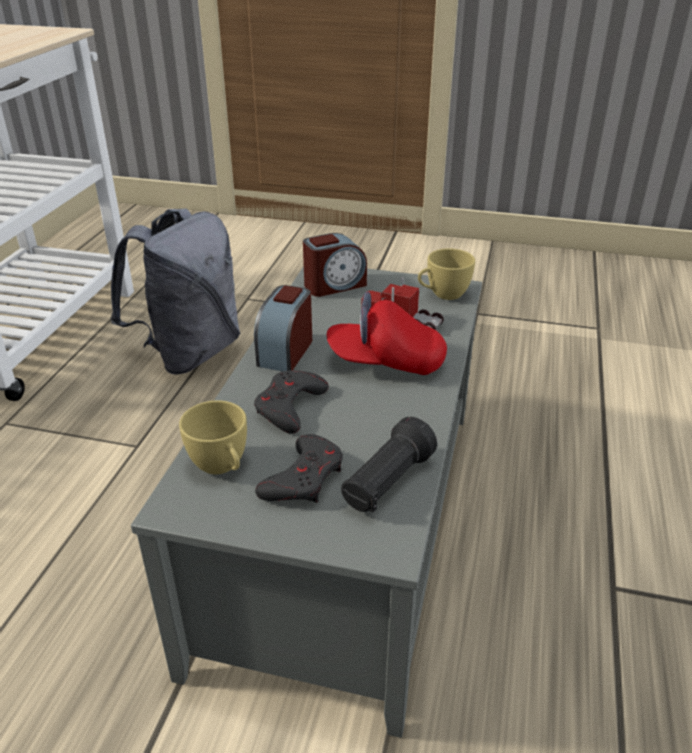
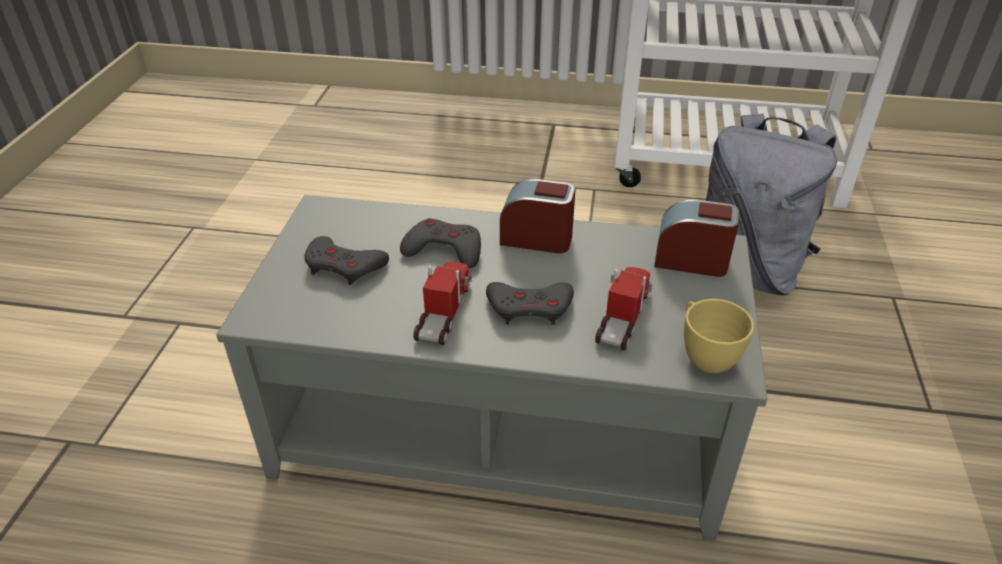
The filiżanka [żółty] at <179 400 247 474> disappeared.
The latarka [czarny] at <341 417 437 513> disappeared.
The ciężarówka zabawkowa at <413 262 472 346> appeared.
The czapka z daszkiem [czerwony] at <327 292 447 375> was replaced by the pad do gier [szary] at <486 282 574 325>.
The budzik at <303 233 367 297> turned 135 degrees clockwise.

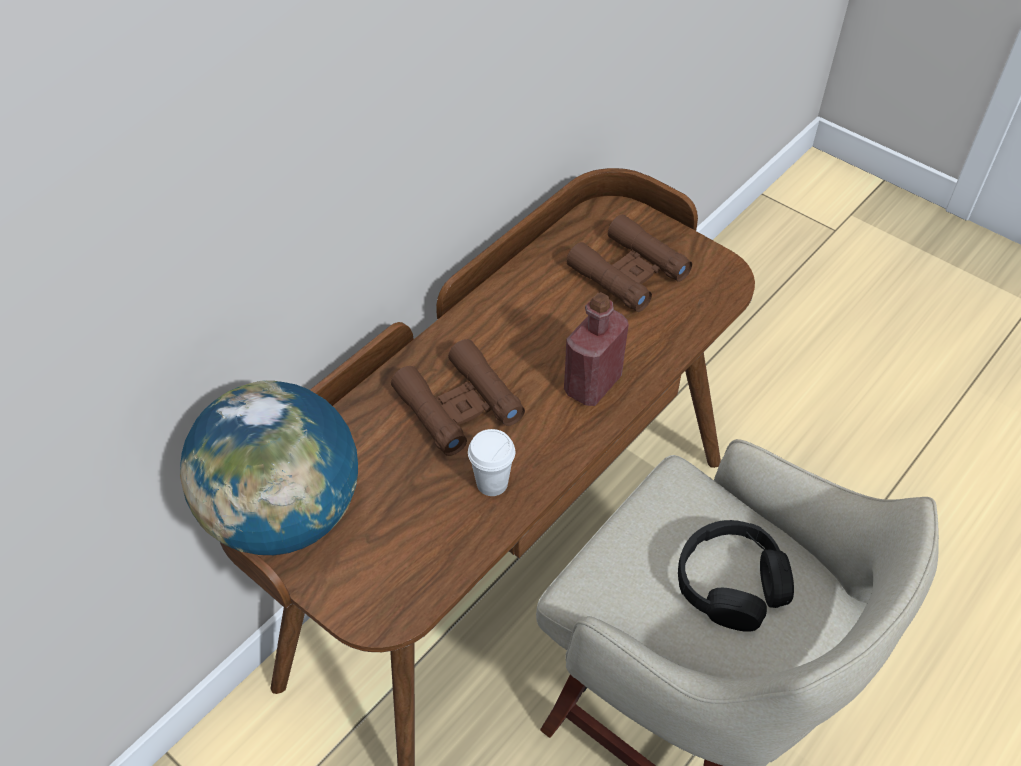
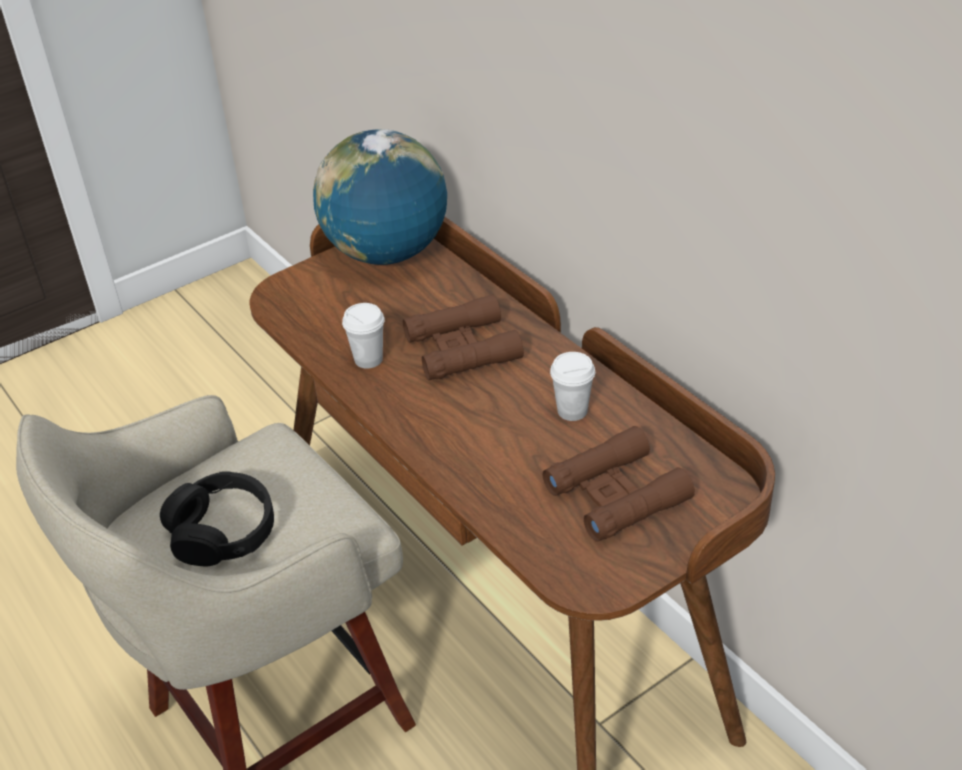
The butelka [czerwony] at <564 292 629 406> disappeared.
The filiżanka [biały] at <550 352 595 421> appeared.

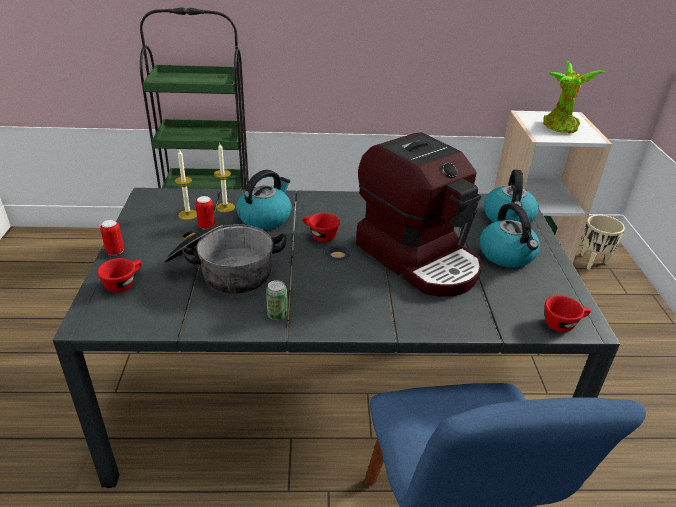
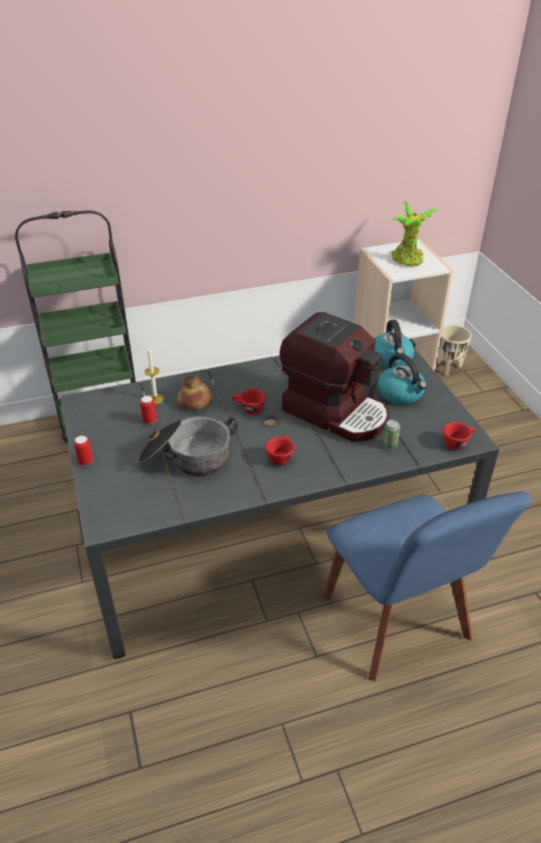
The świeca at <175 148 197 220> disappeared.
The filiżanka [czerwony] moved from <97 258 142 293> to <266 435 295 465>.
The puszka moved from <266 280 287 320> to <382 420 400 449>.
The czajnik at <236 170 292 229> was replaced by the chleb at <178 375 212 409>.

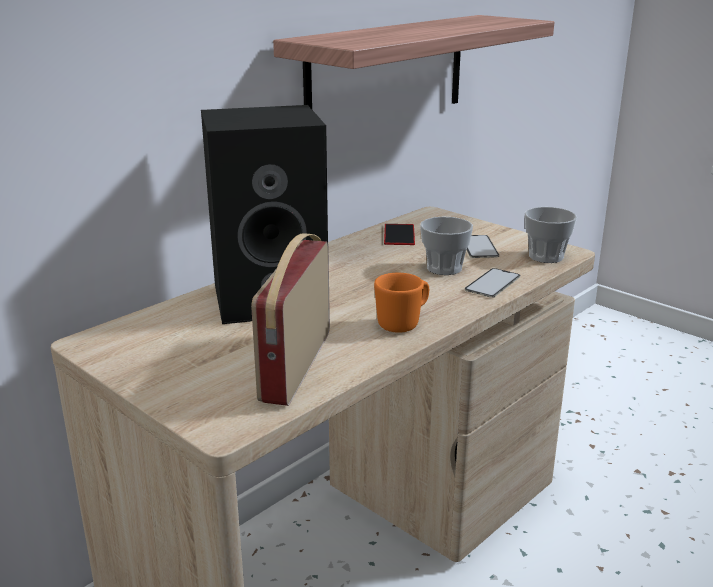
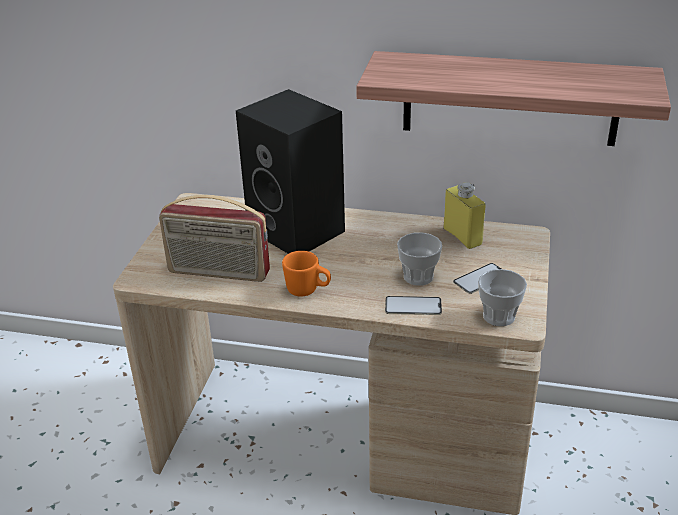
The telefon at <384 224 415 245> was replaced by the butelka [żółty] at <444 182 485 249>.
The radio at <251 233 330 406> turned 150 degrees counterclockwise.

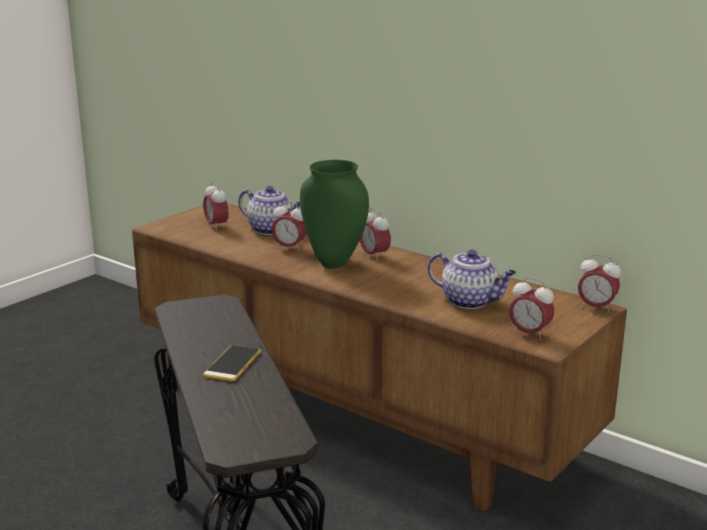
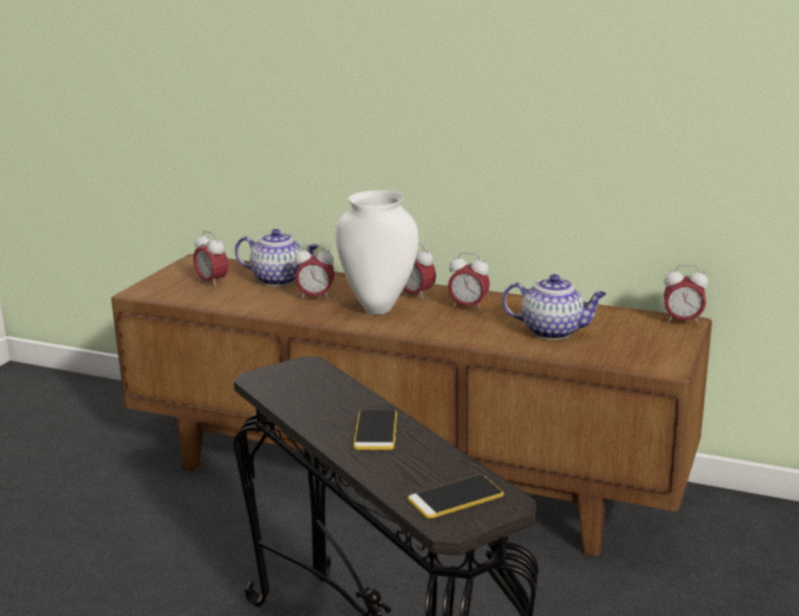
The telefon at <407 475 504 519> appeared.
The budzik moved from <509 277 554 340> to <448 252 490 312>.
The wazon [zielony] at <300 160 369 269> became the wazon [biały] at <336 190 419 315>.

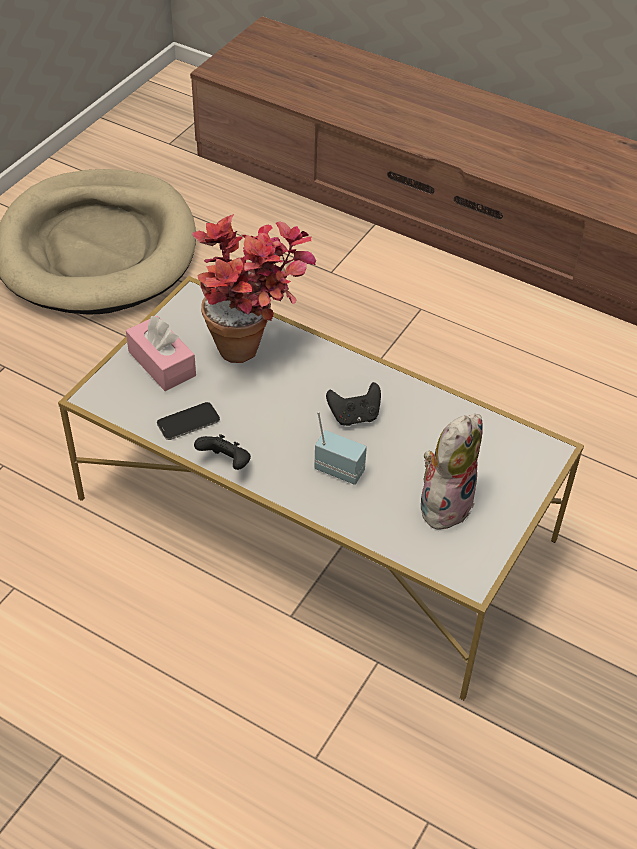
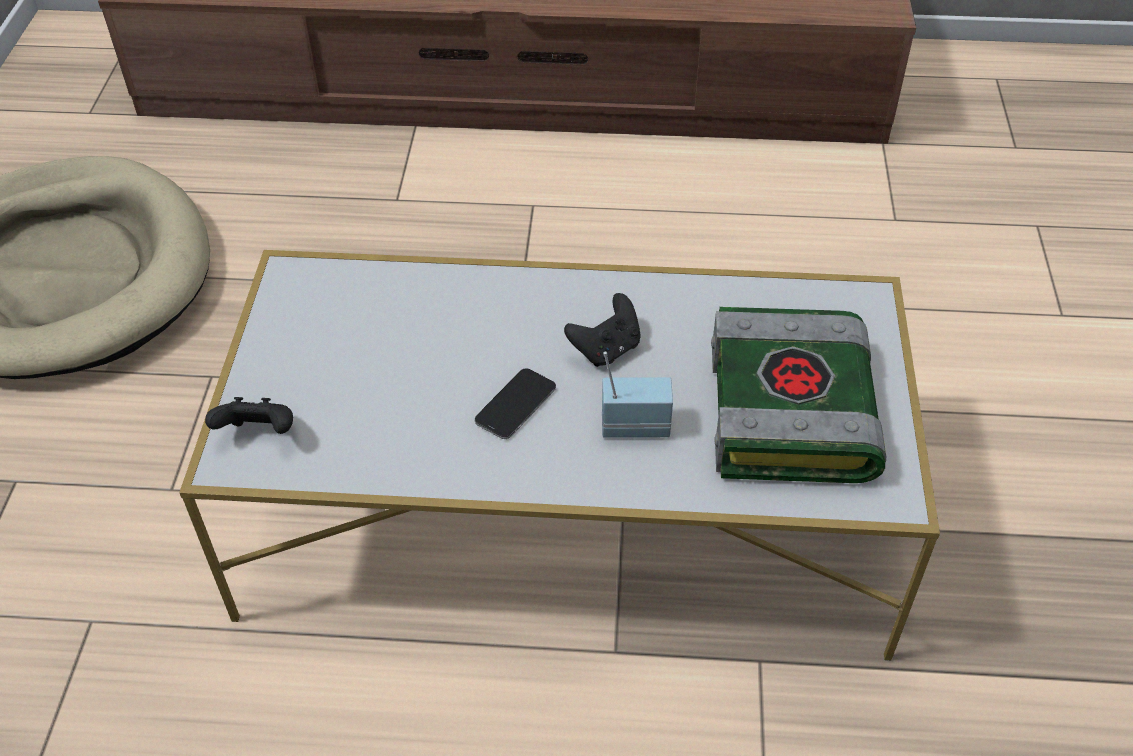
The pudełko chusteczek [różowy] at <126 316 196 391> disappeared.
The roślina doniczkowa at <192 214 316 363> disappeared.
The telefon moved from <157 402 220 440> to <475 368 556 439>.
The pad do gier [czarny] moved from <194 434 251 470> to <205 397 293 434>.
The pluszak at <421 414 483 530> was replaced by the książka at <711 307 886 483>.

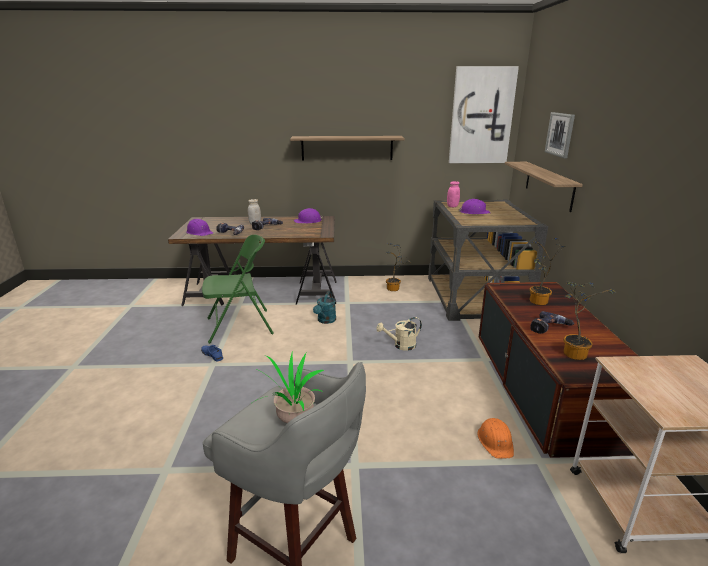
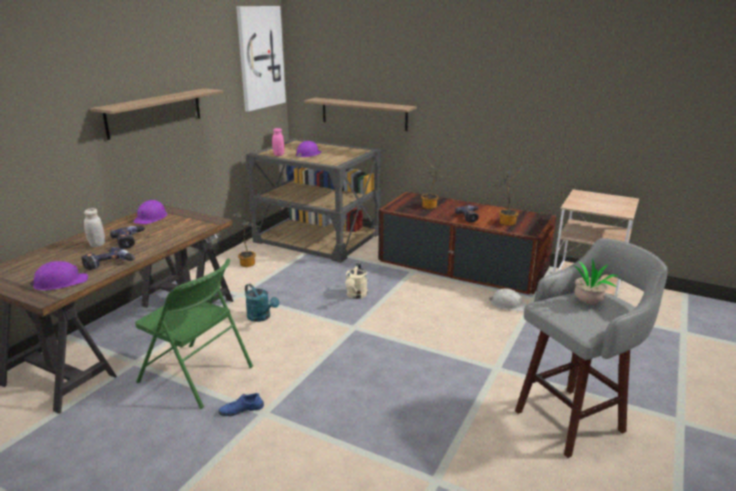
The obraz at <545 112 575 158> disappeared.
The kask [pomarańczowy] at <478 418 514 459> became the kask [biały] at <489 289 527 311>.
The krzesło [zielony] at <202 235 274 344> turned 105 degrees clockwise.

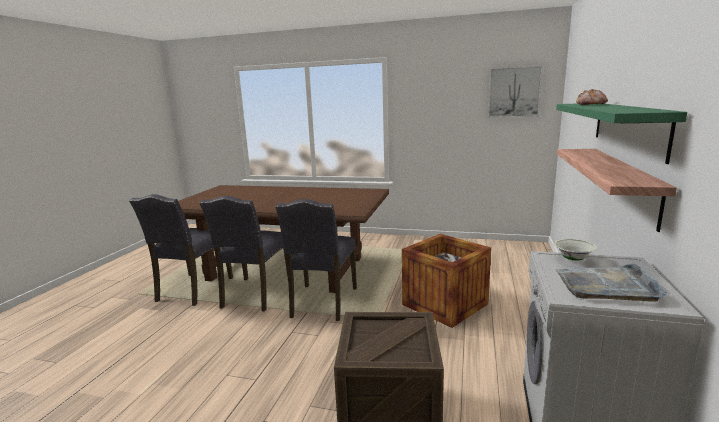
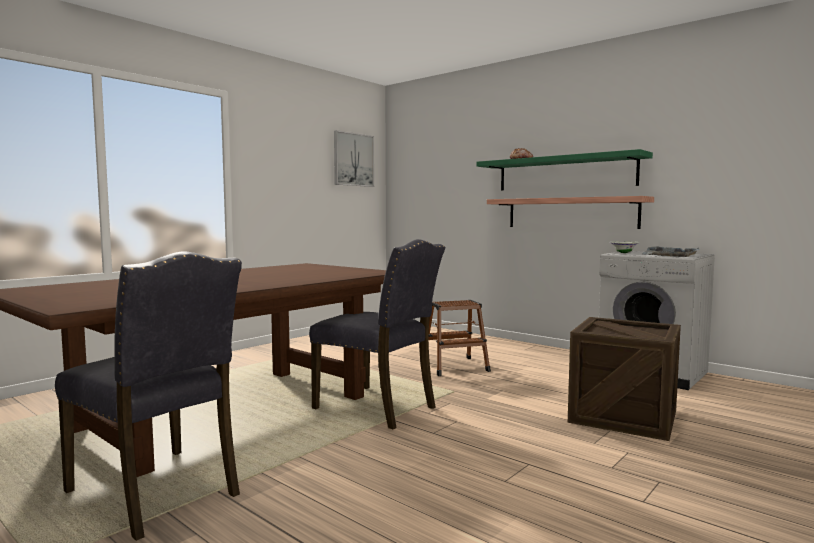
The krzesło [szary] at <199 196 288 311> disappeared.
The skrzynka at <402 234 491 328> was replaced by the drabinka [brązowy] at <429 300 491 376>.

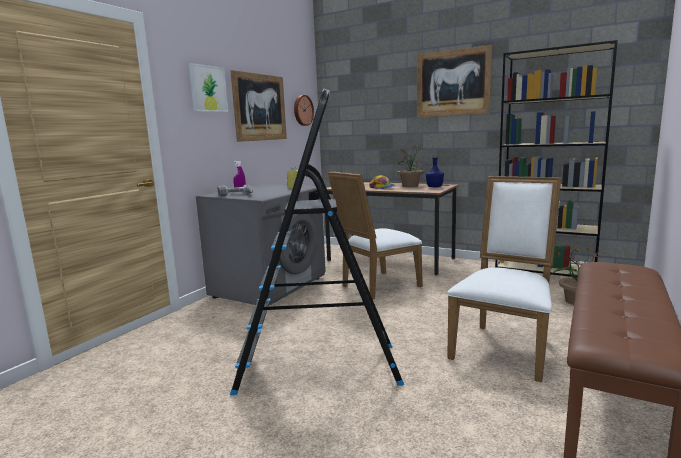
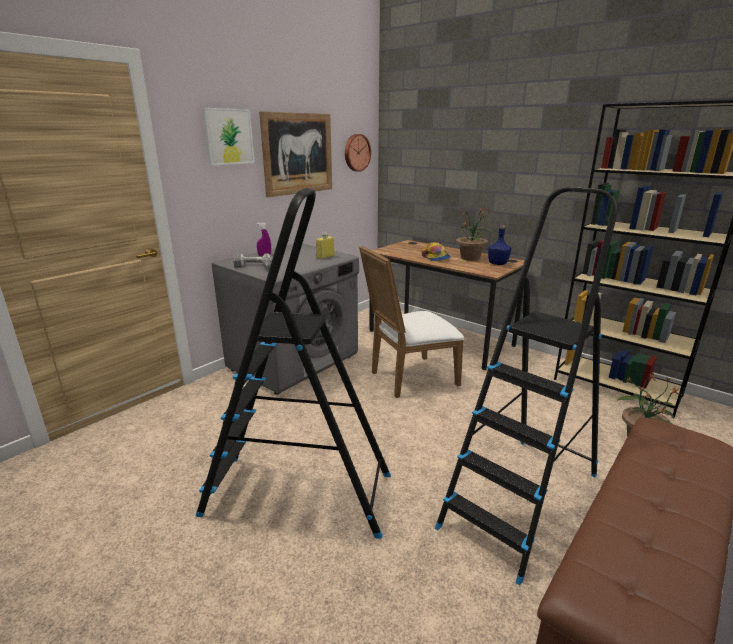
The obraz at <417 45 492 118> disappeared.
The krzesło [biały] at <447 176 561 383> was replaced by the drabinka [czarny] at <435 187 618 585>.

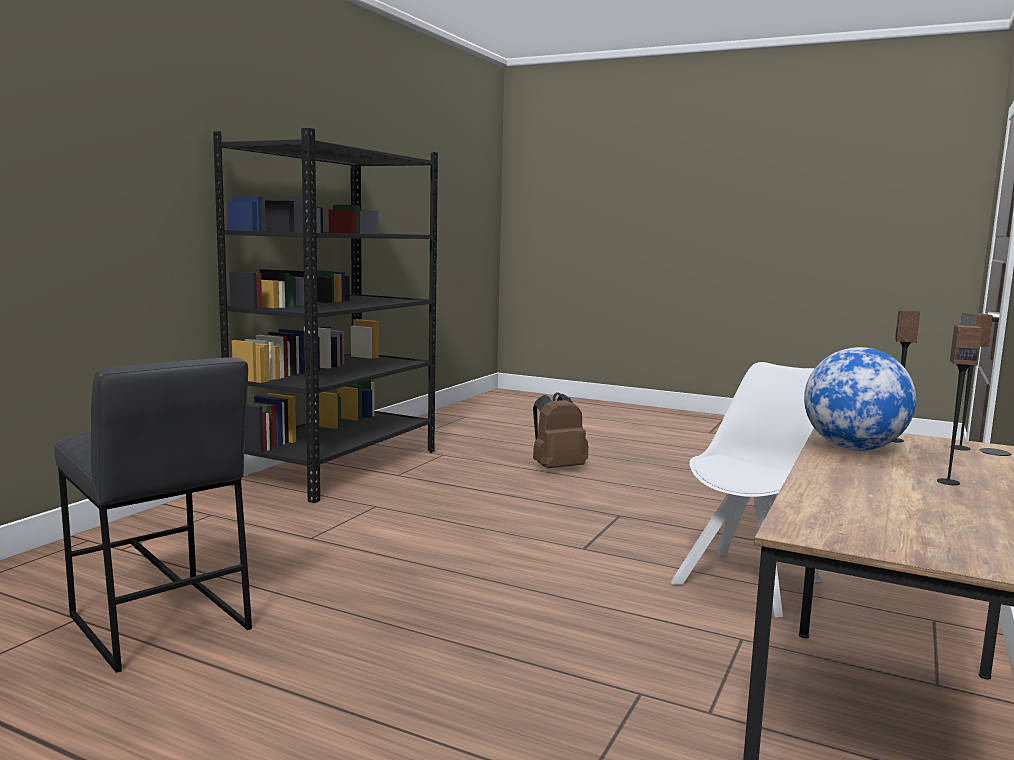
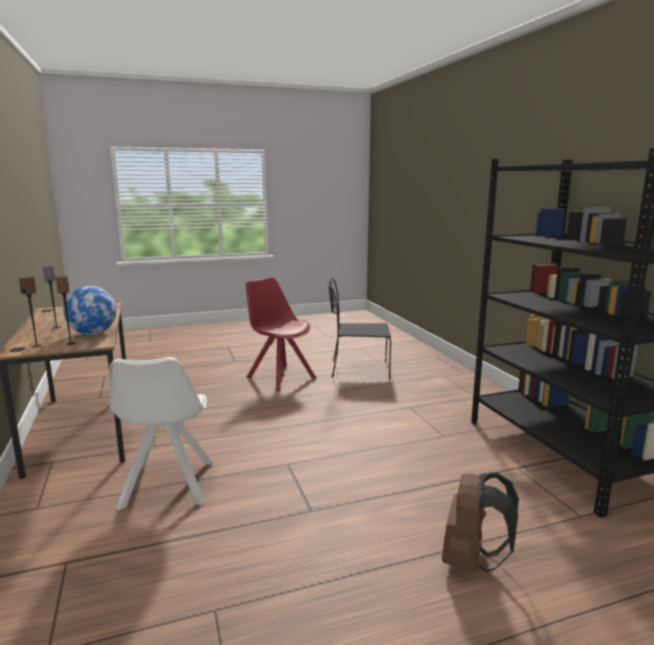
The krzesło [czerwony] at <246 277 317 391> appeared.
The stołek [szary] at <54 357 252 673> was replaced by the krzesło [czarny] at <328 278 391 380>.

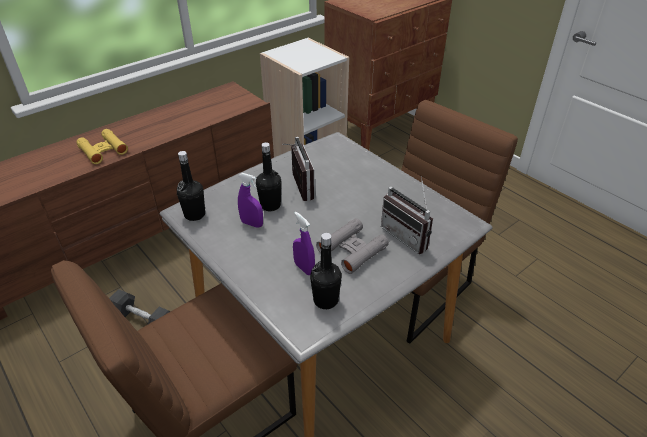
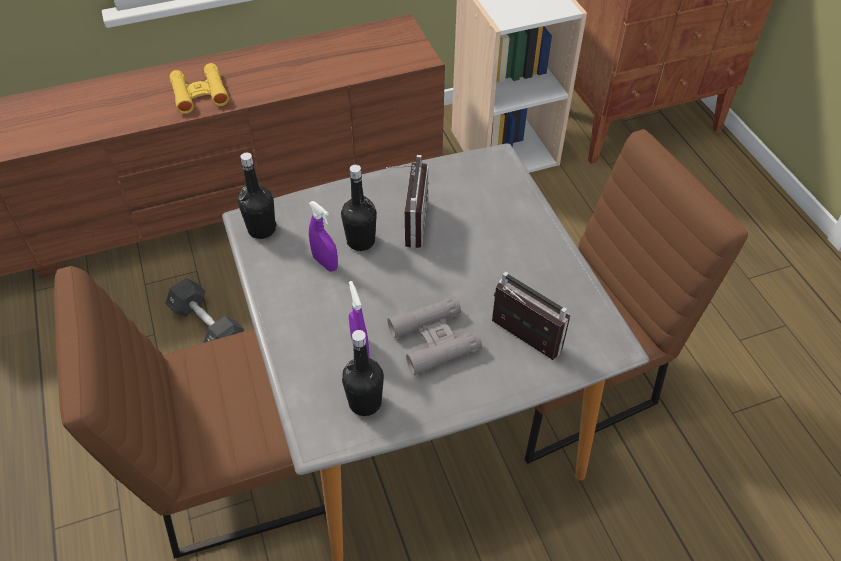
The radio at <381 176 433 254> turned 150 degrees clockwise.

